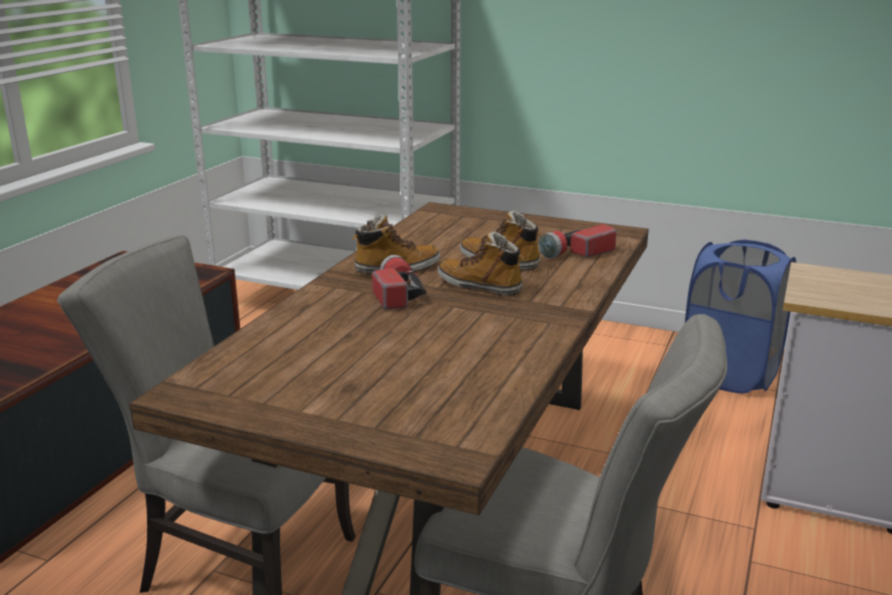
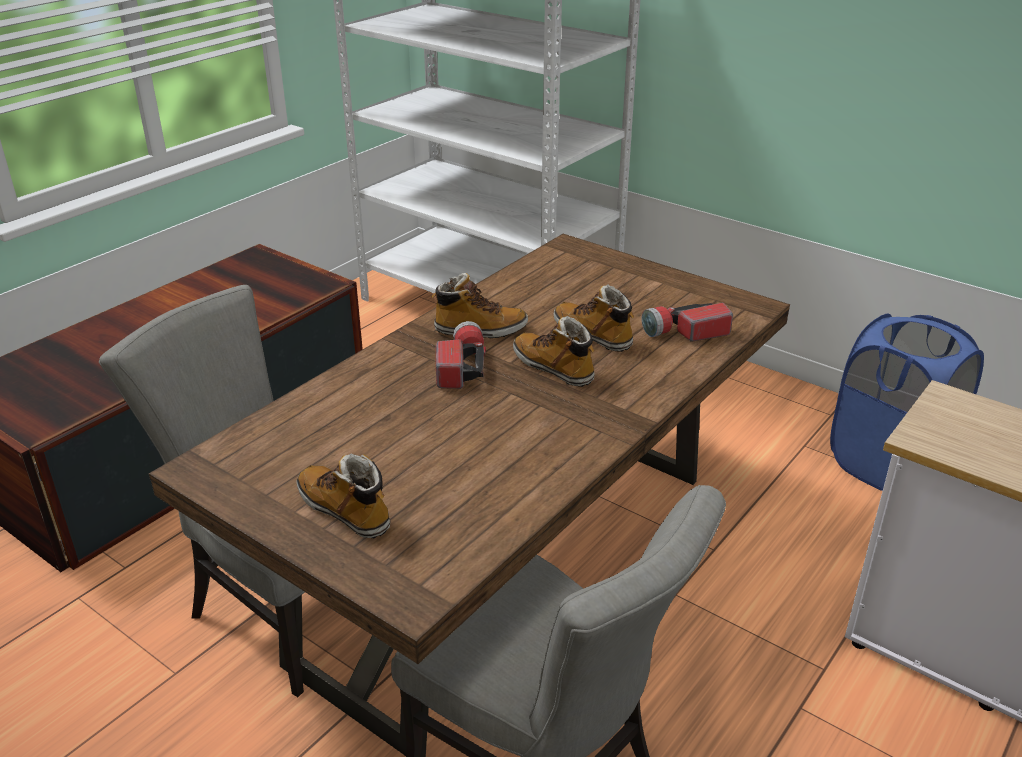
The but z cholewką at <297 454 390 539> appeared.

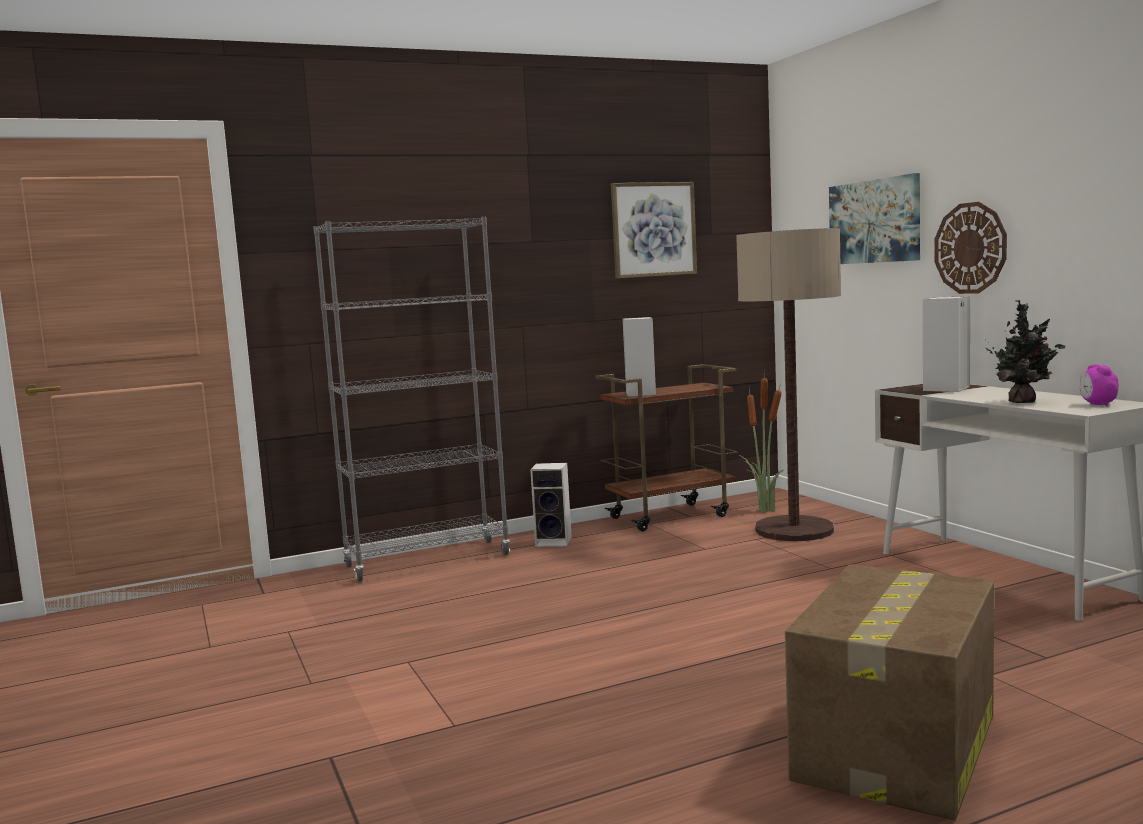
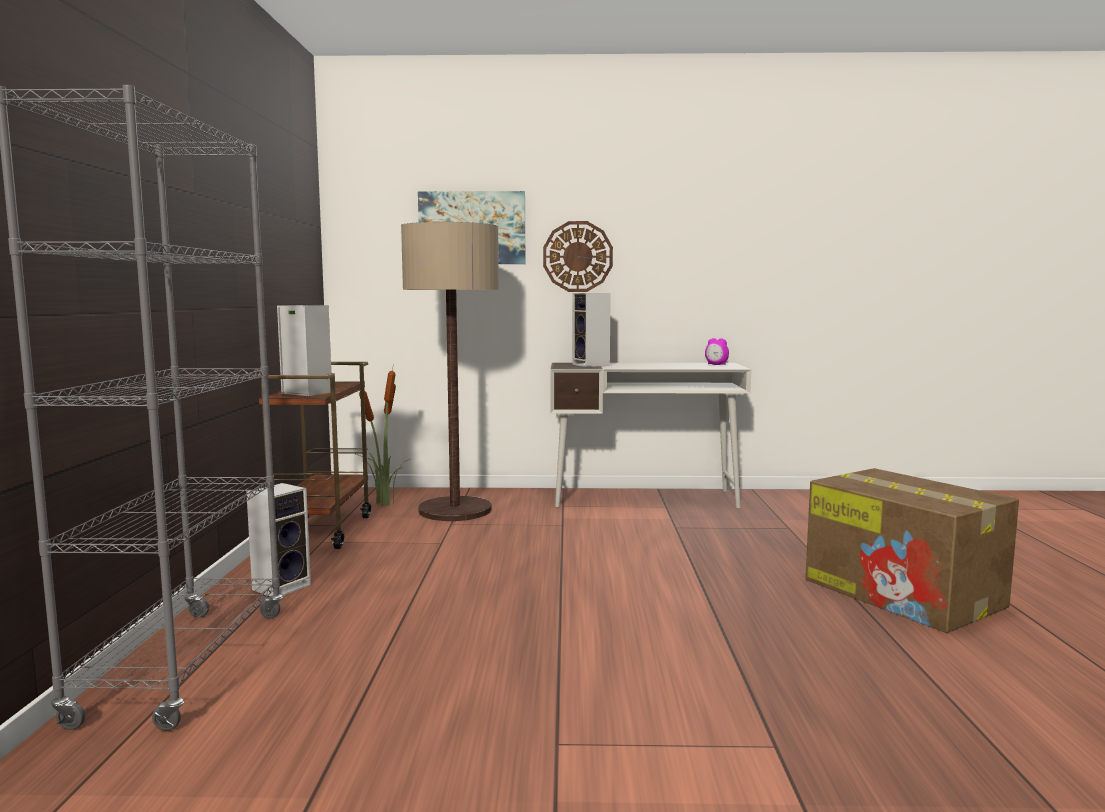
The obraz at <611 182 697 279> disappeared.
The roślina doniczkowa at <985 300 1066 403> disappeared.

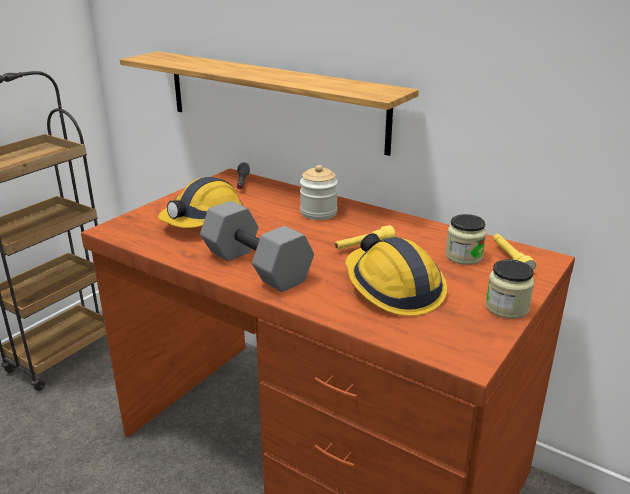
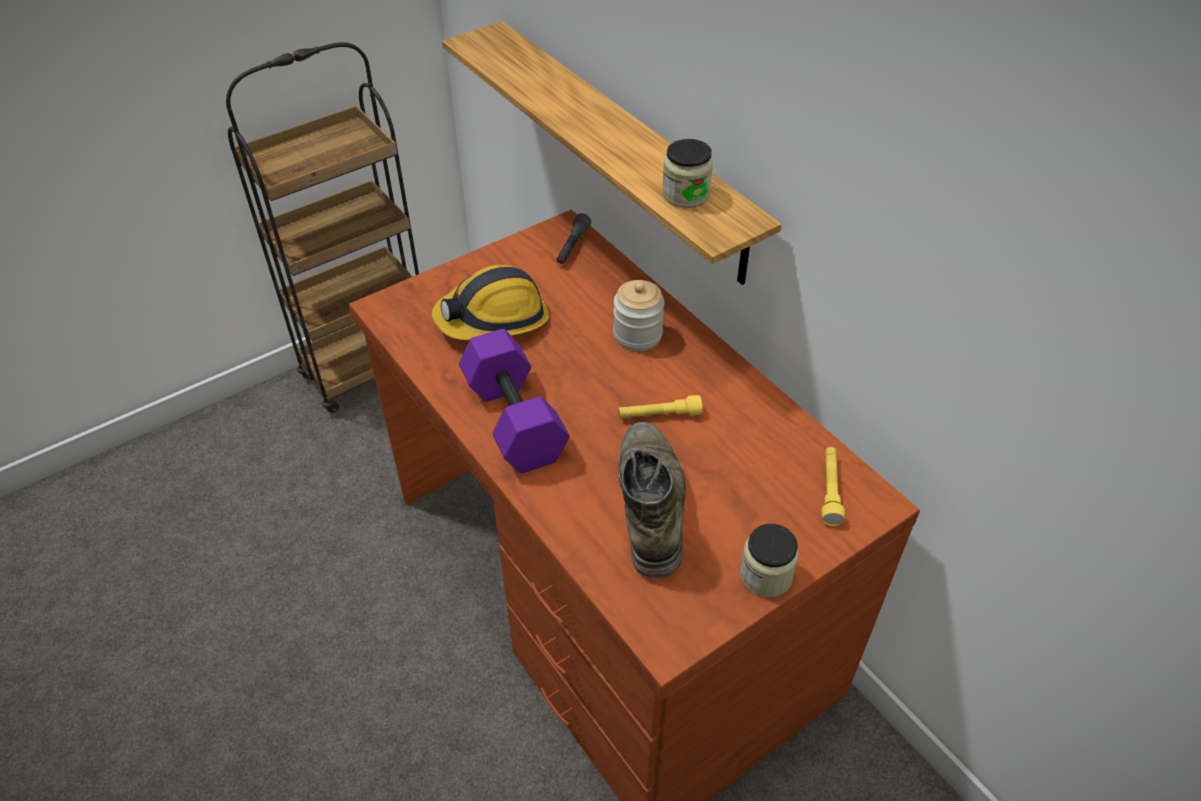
The słoik moved from <445 214 487 265> to <662 139 713 208>.
The kask at <345 233 447 316> was replaced by the but z cholewką [zielony] at <618 422 686 578>.
The hantel [szary] at <200 201 314 292> became the hantel [fioletowy] at <459 329 570 473>.

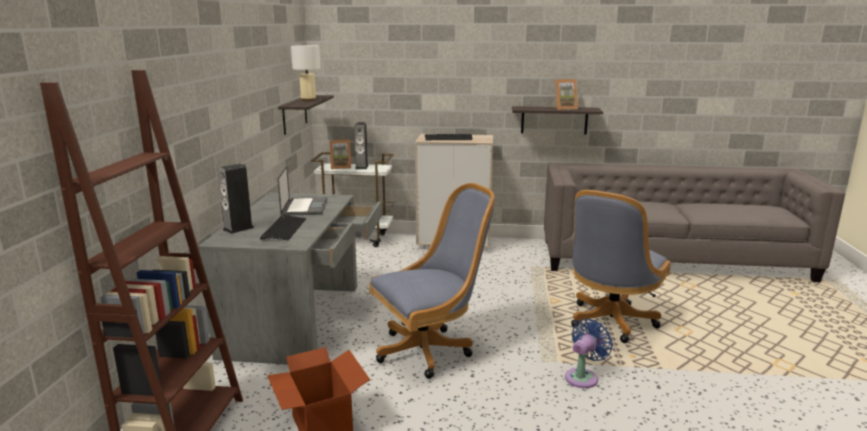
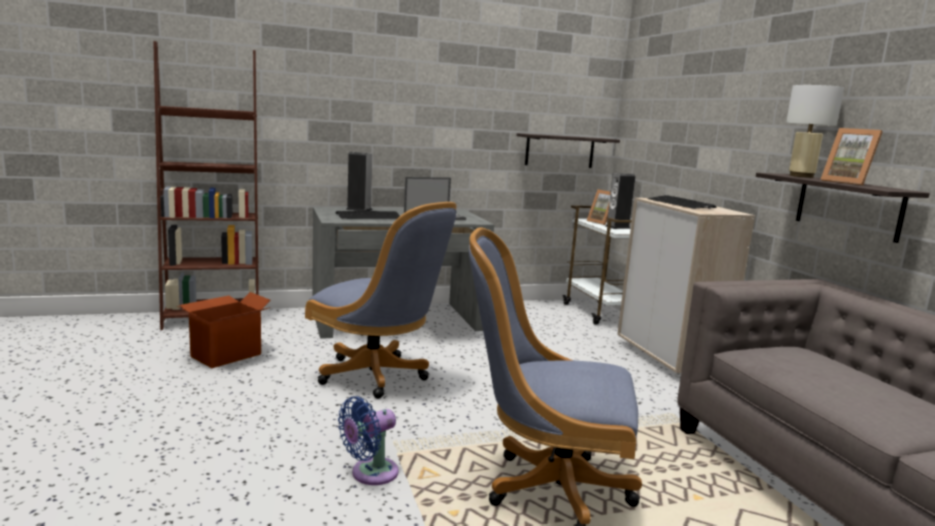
The lampa stołowa [biały] moved from <291 45 320 102> to <786 85 844 178>.
The wentylator [niebieski] at <565 319 613 388> turned 120 degrees clockwise.

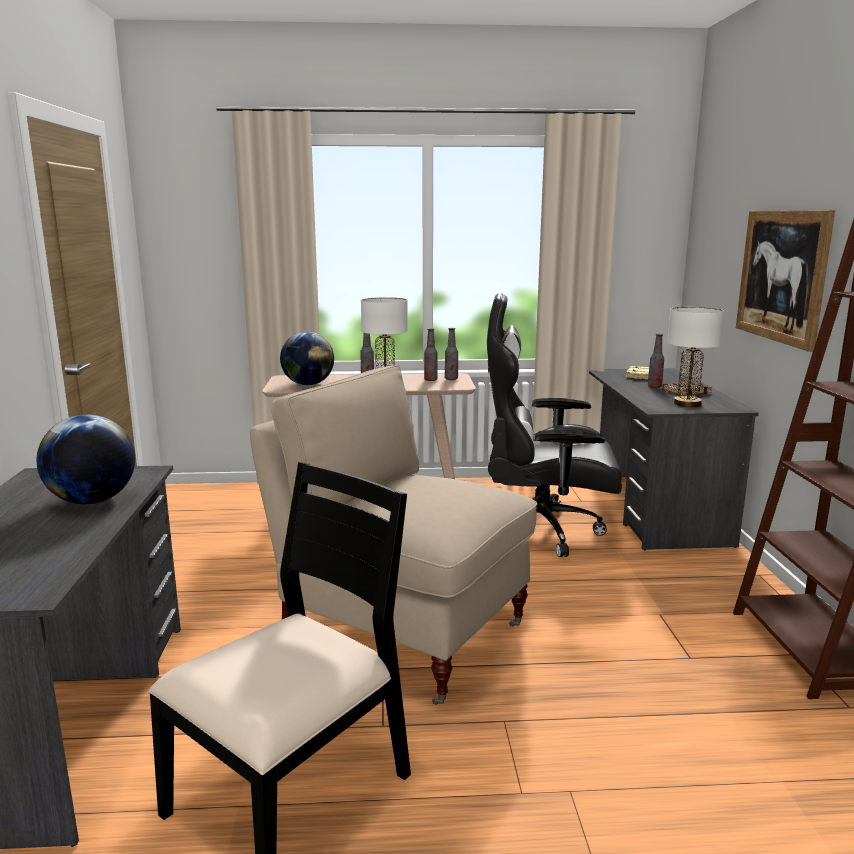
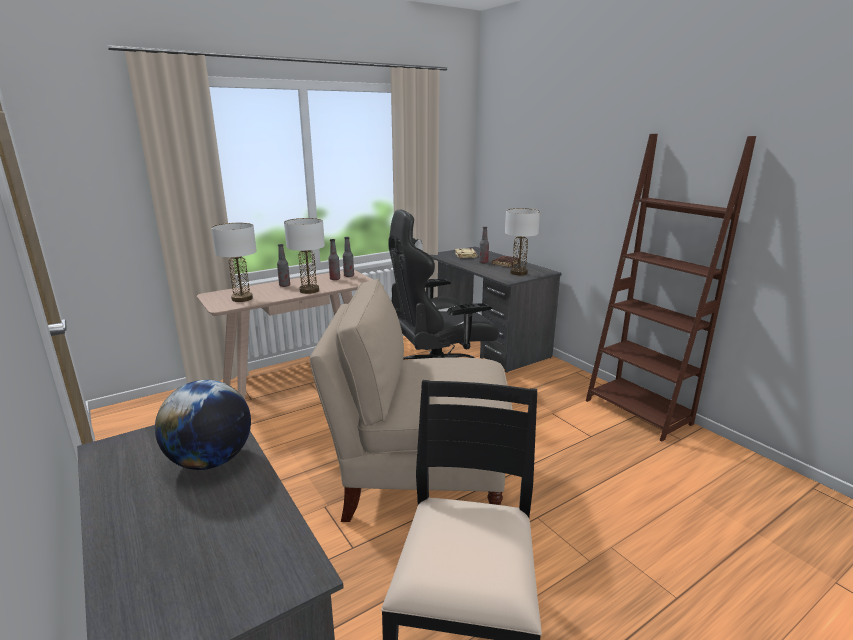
The obraz at <736 210 835 352> disappeared.
The globus at <280 332 334 385> was replaced by the lampa stołowa at <211 223 257 302>.

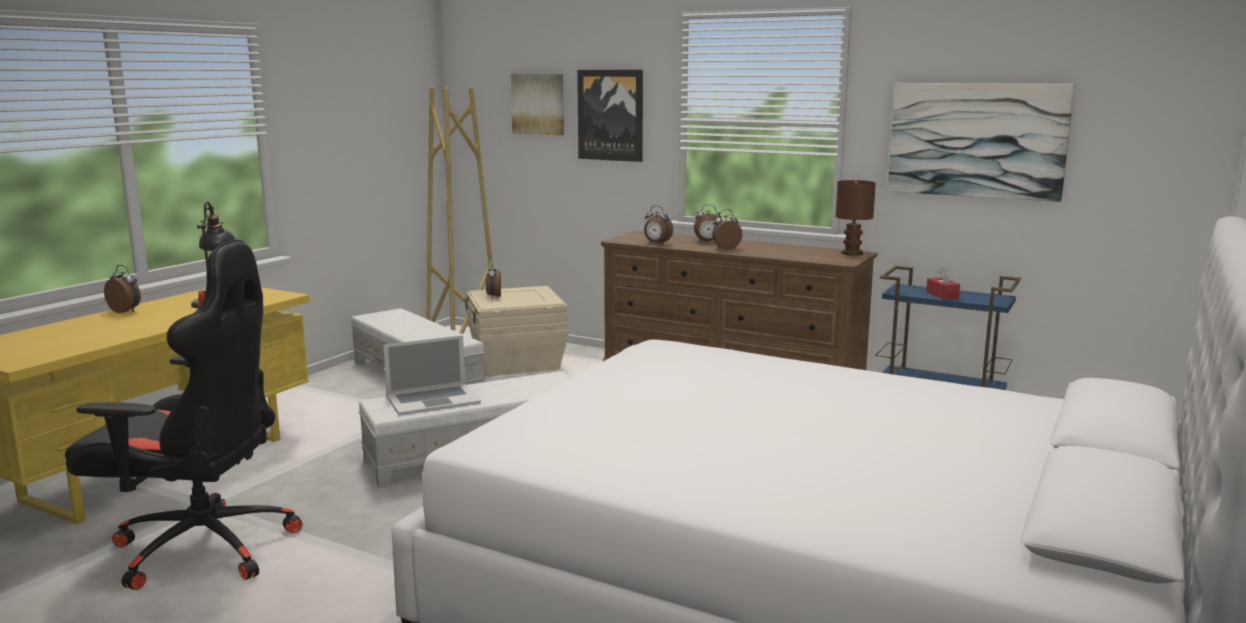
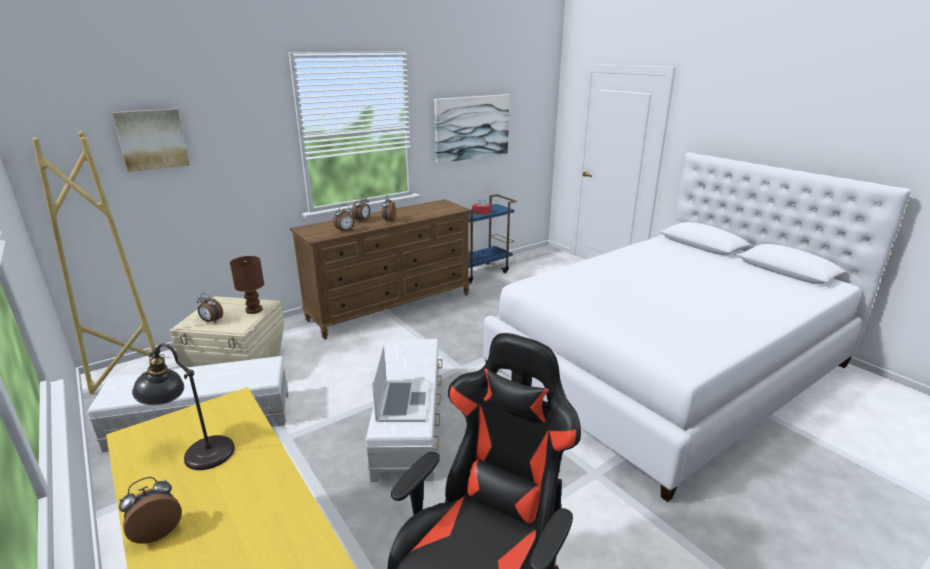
The obraz at <577 70 643 162> disappeared.
The lampa stołowa [brązowy] moved from <835 180 876 255> to <230 256 264 314>.

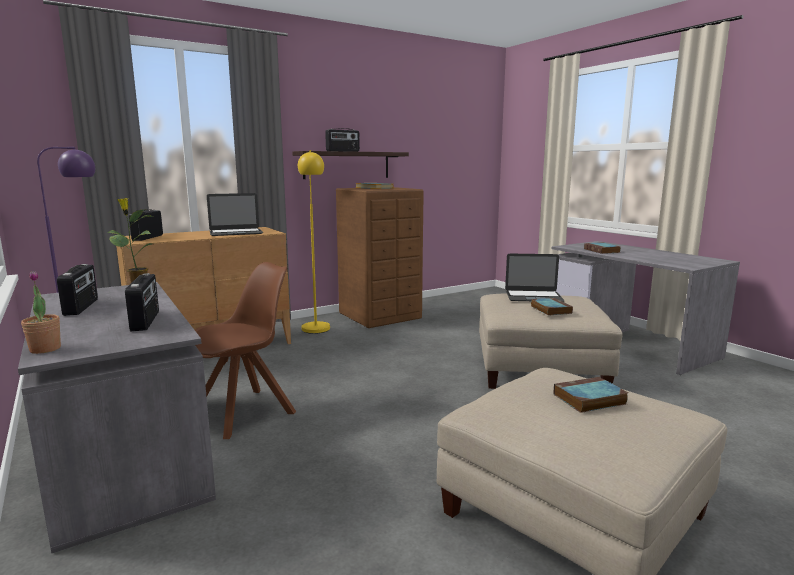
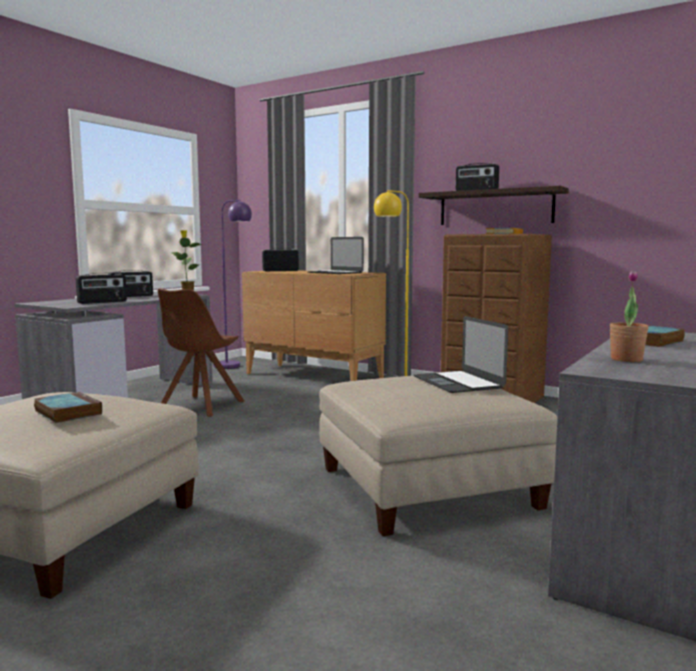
The książka at <531 298 573 316> disappeared.
The roślina doniczkowa moved from <21 271 61 354> to <610 271 649 362>.
The krzesło [brązowy] at <195 262 296 439> turned 90 degrees clockwise.

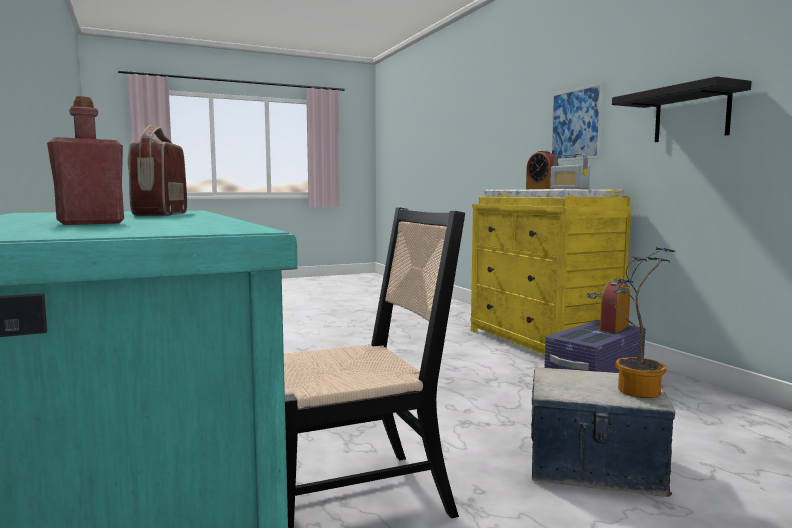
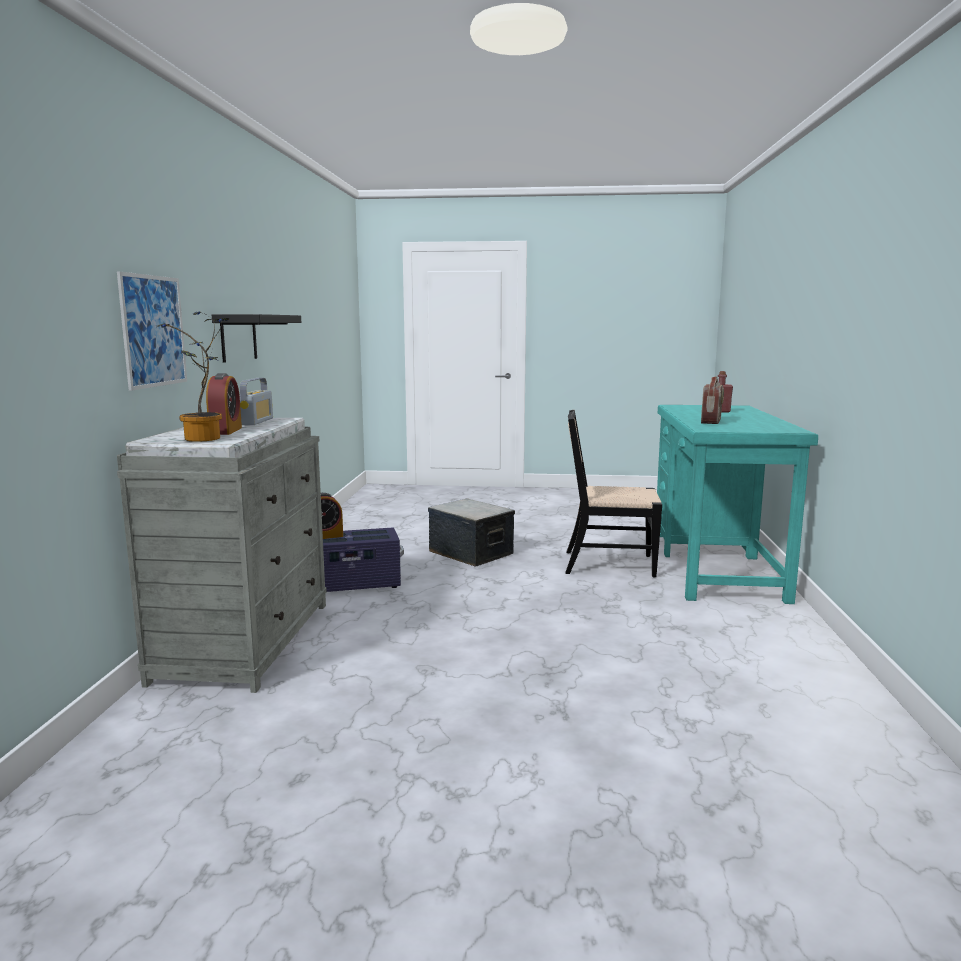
The roślina doniczkowa moved from <587 248 675 398> to <156 311 229 442>.
The komoda [żółty] at <470 189 632 355> became the komoda [szary] at <117 418 327 693>.

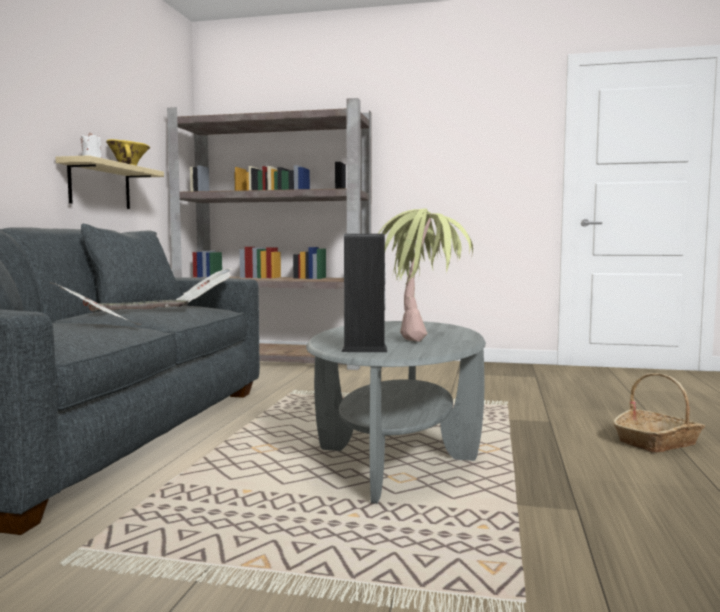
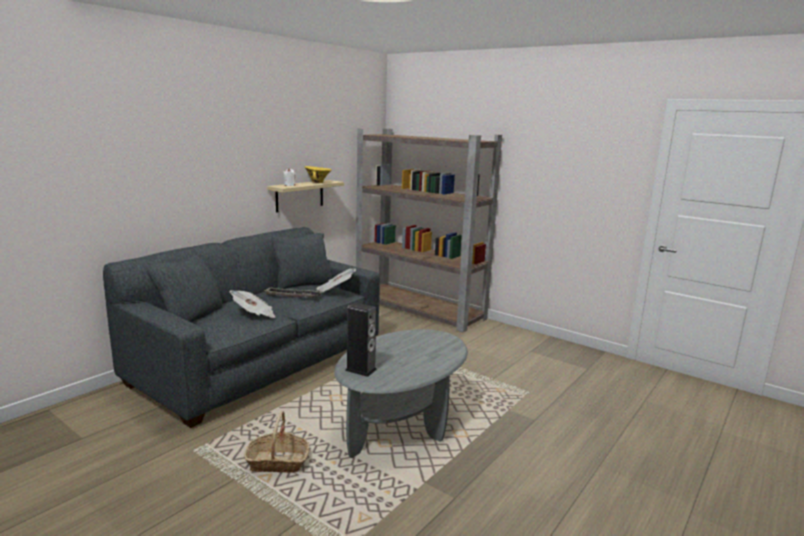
The roślina doniczkowa at <378 208 473 342> disappeared.
The koszyk moved from <613 373 705 453> to <244 411 310 473>.

